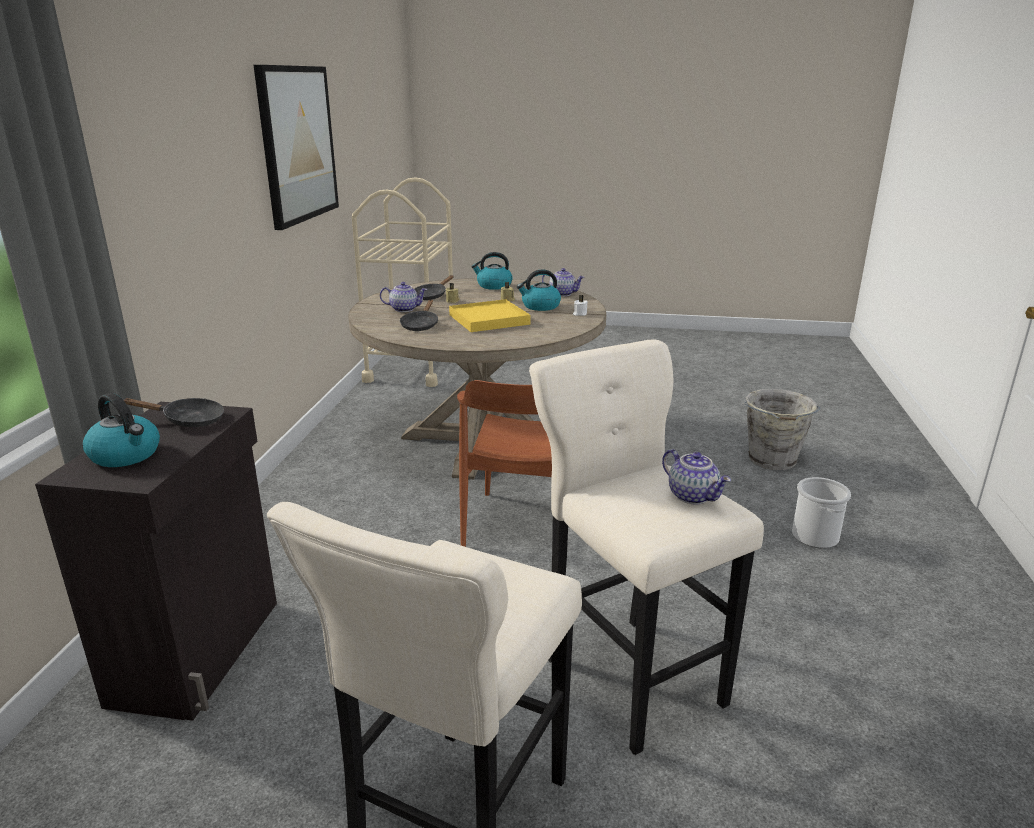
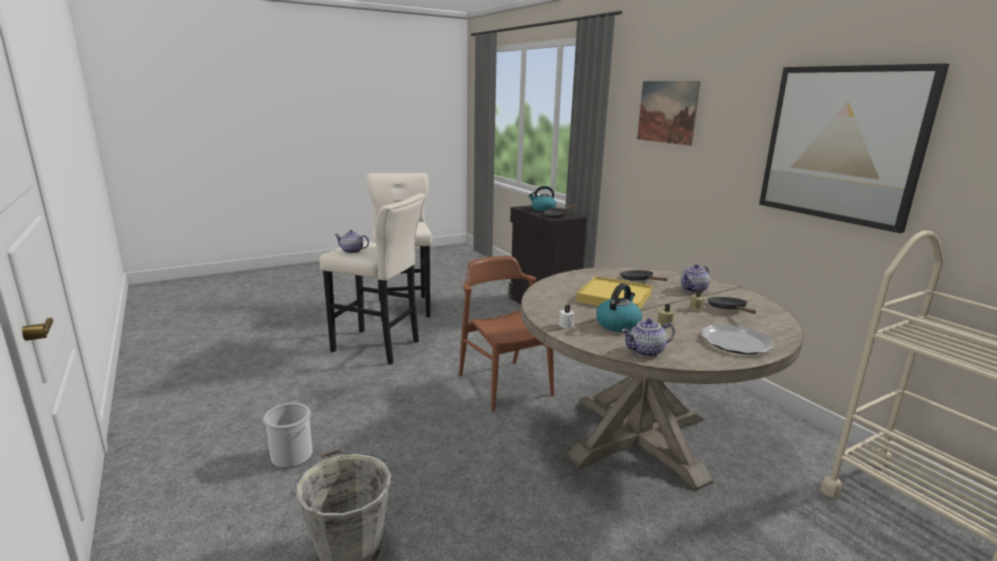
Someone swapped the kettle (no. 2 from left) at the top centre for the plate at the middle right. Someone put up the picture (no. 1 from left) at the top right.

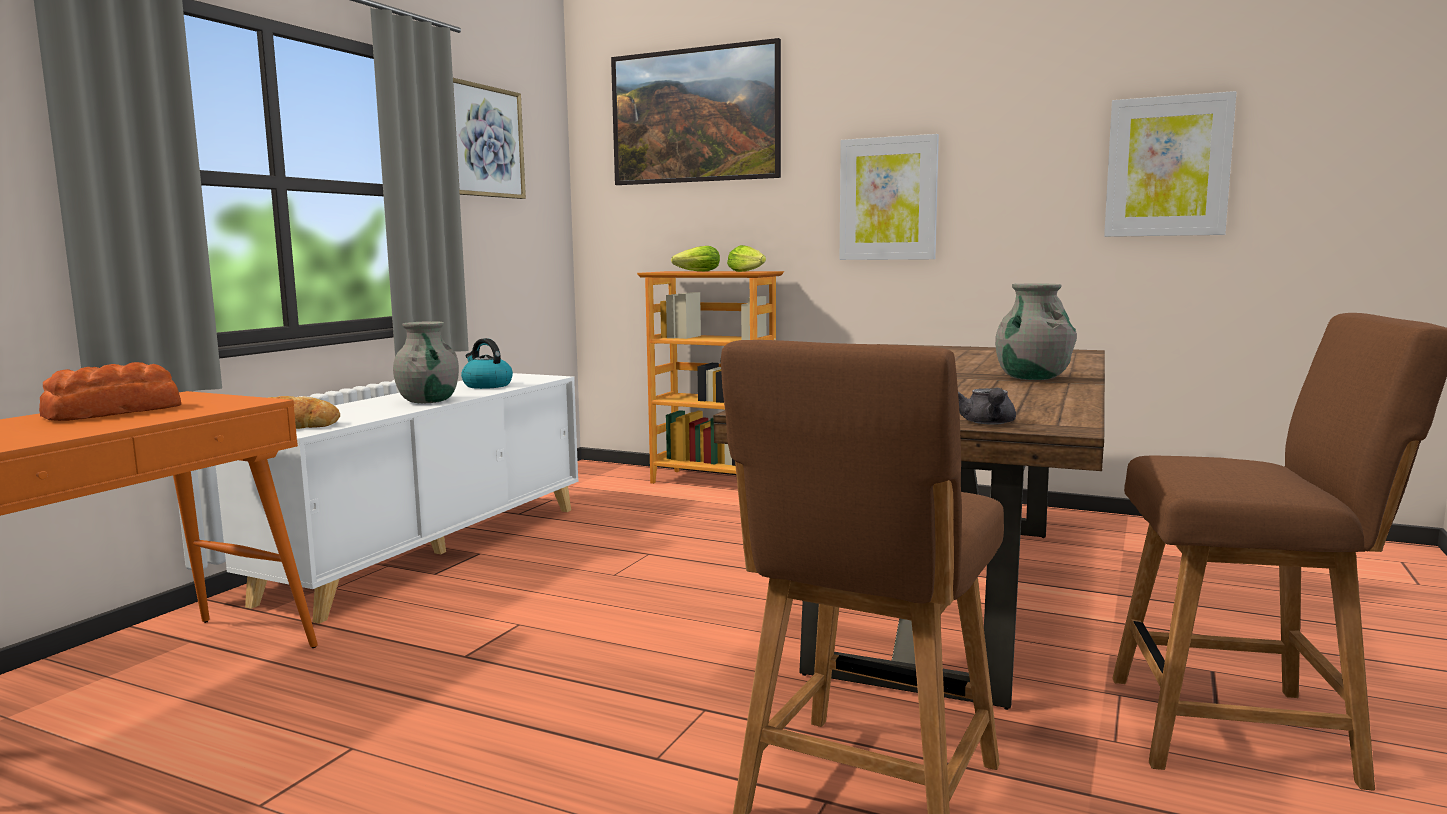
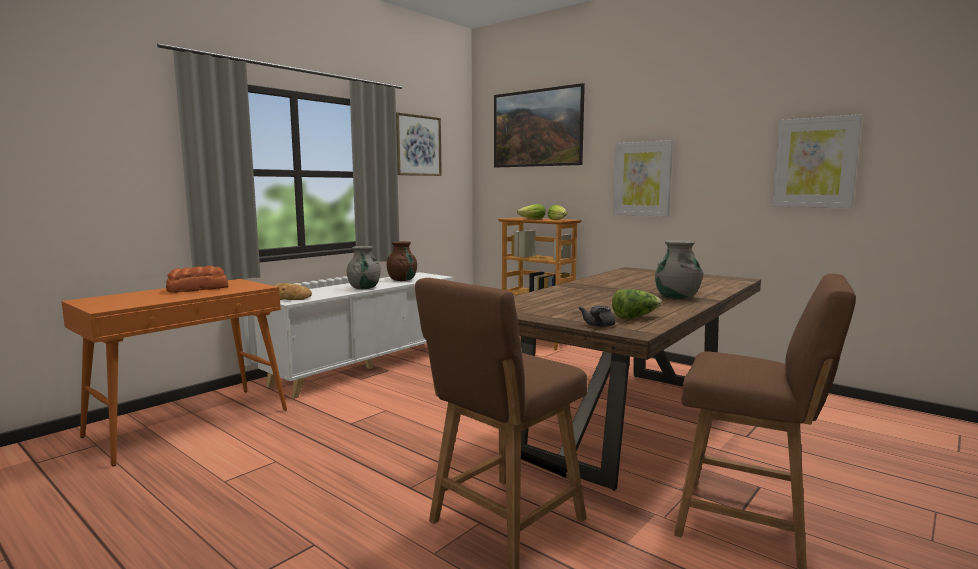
Someone swapped the kettle at the centre for the brown vase at the centre. Someone put down the lettuce (no. 3 from left) at the centre.

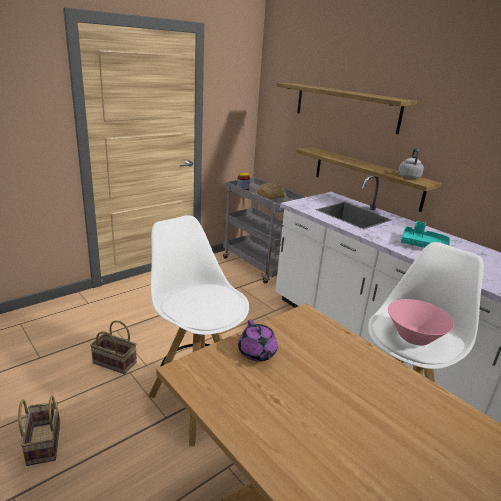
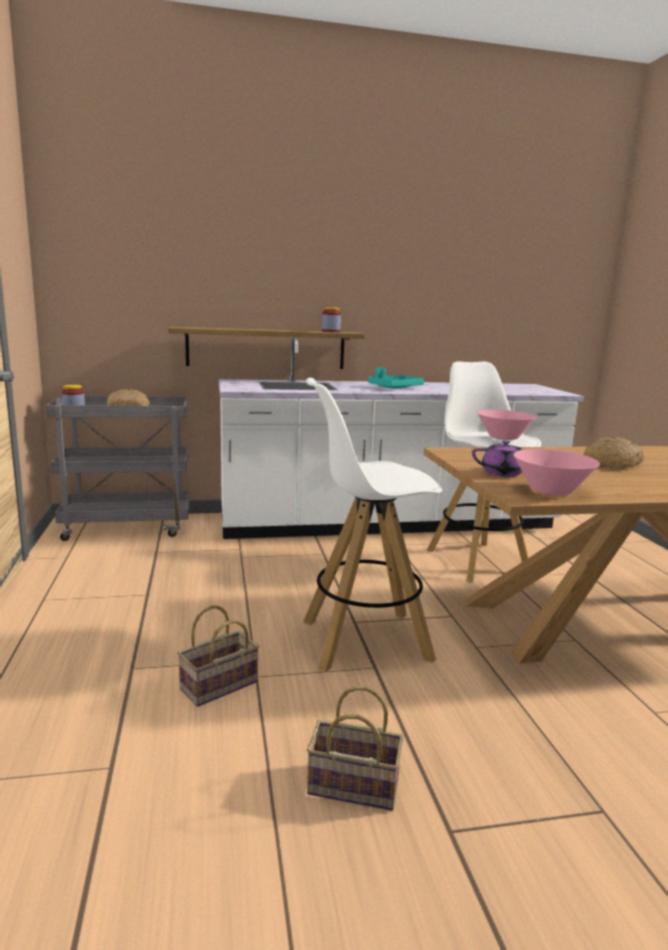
Someone took away the shelf (no. 1 from left) at the top right. Someone swapped the grey kettle at the top right for the jar (no. 2 from left) at the centre. Someone put down the bread (no. 2 from left) at the middle right. Someone put down the pink bowl (no. 2 from left) at the middle right.

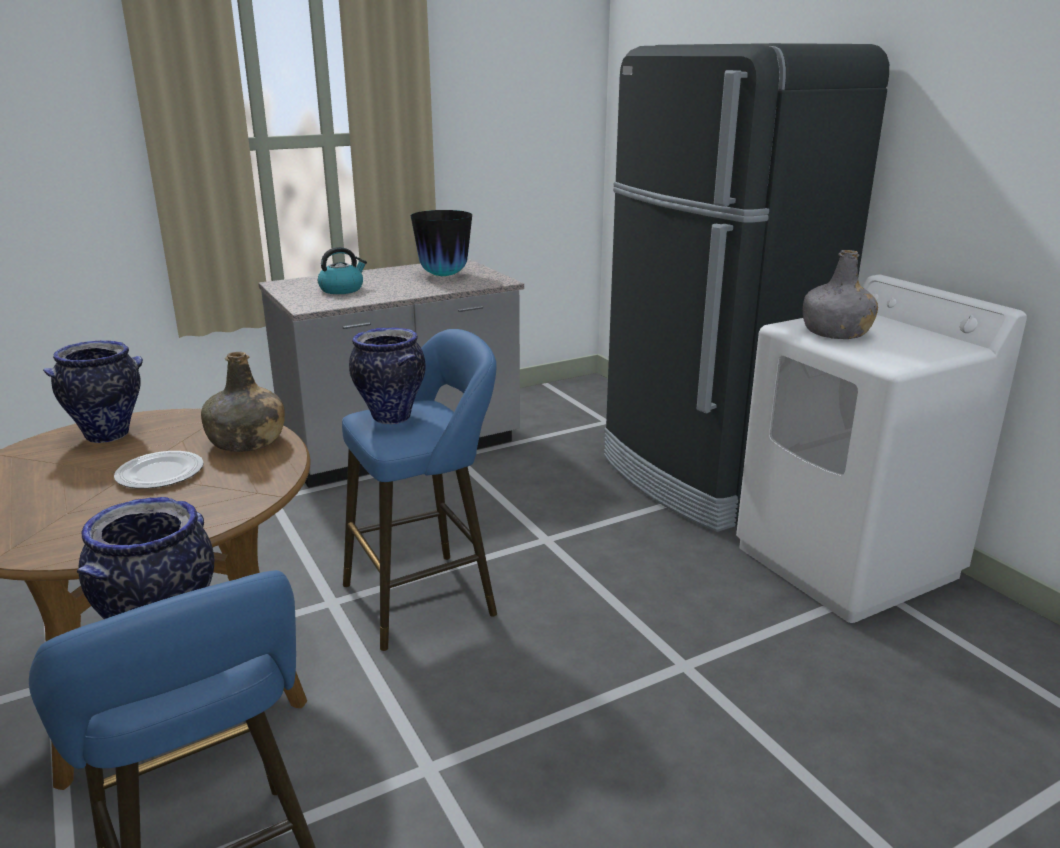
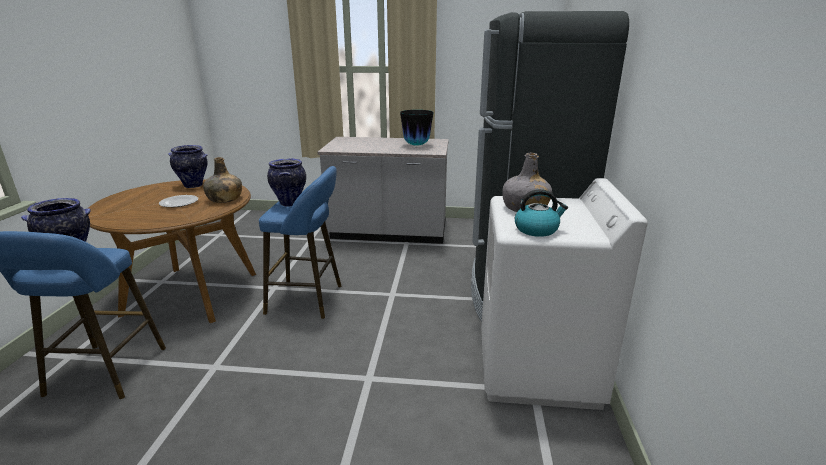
Someone carried the kettle from the top left to the centre.

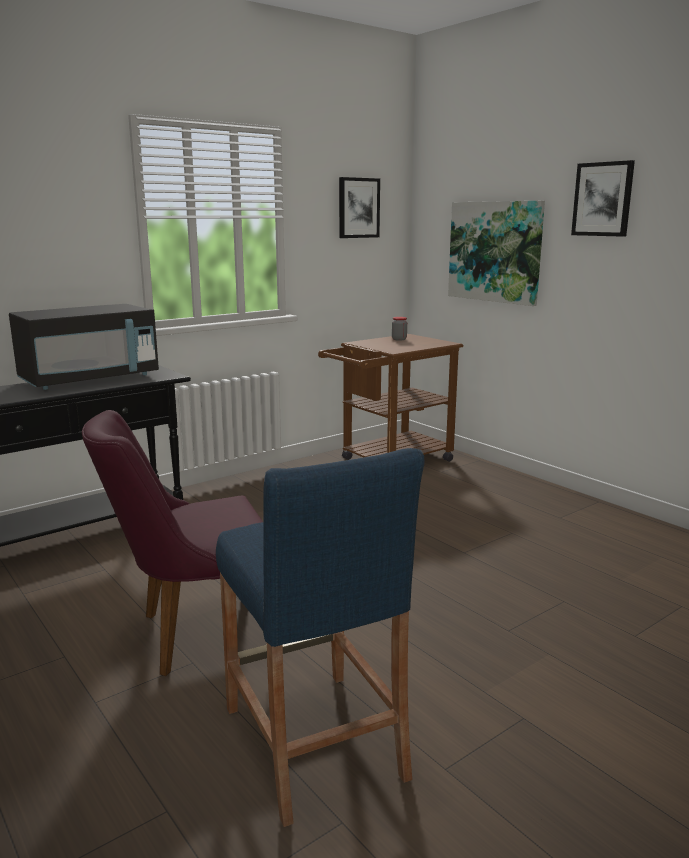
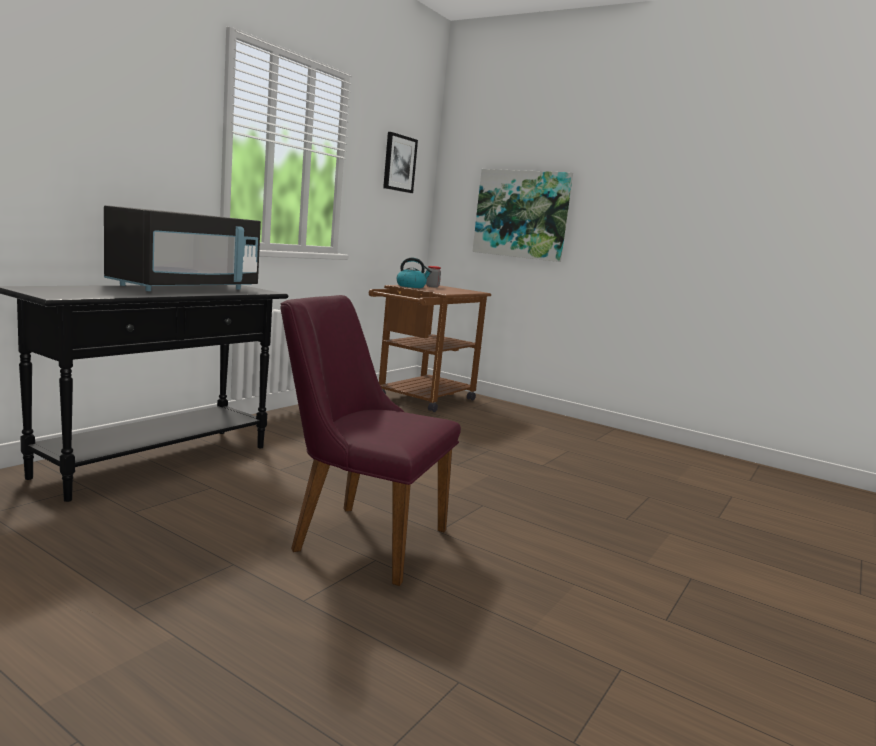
Someone took away the picture (no. 3 from left) at the top right. Someone rotated the purple chair at the middle left by 60 degrees clockwise. Someone took away the blue stool at the bottom centre. Someone put down the kettle at the centre.

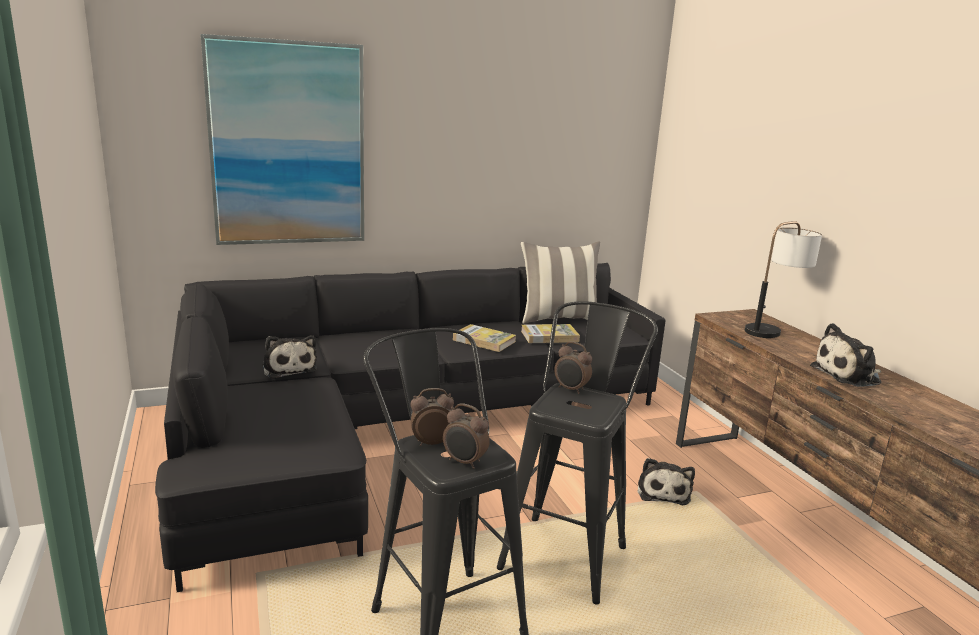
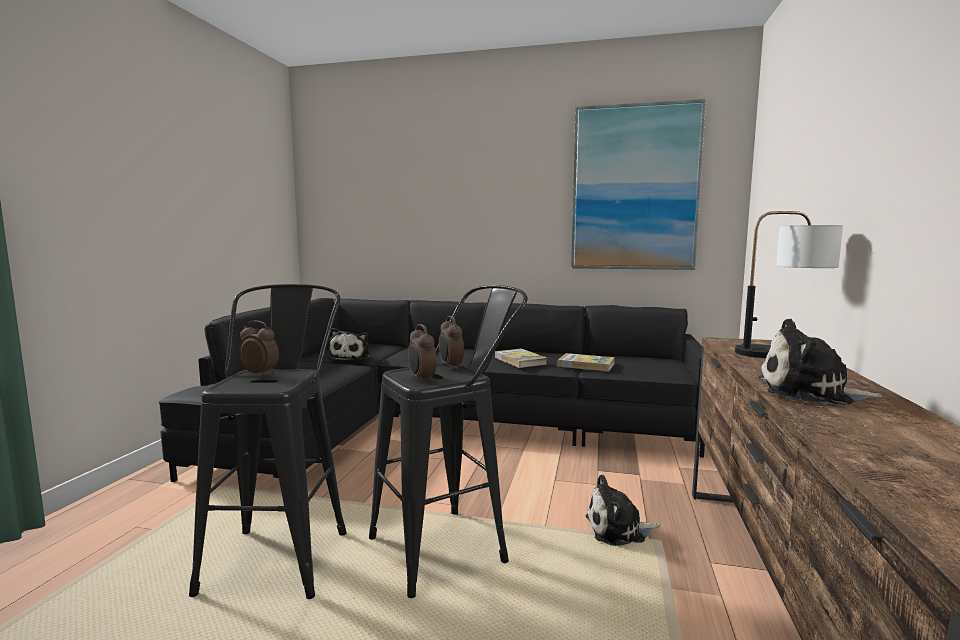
Someone carried the picture from the top left to the top centre. Someone took away the pillow at the centre. Someone carried the alarm clock (no. 2 from left) from the bottom centre to the centre. Someone rotated the plush toy (no. 2 from left) at the bottom right by 45 degrees clockwise.

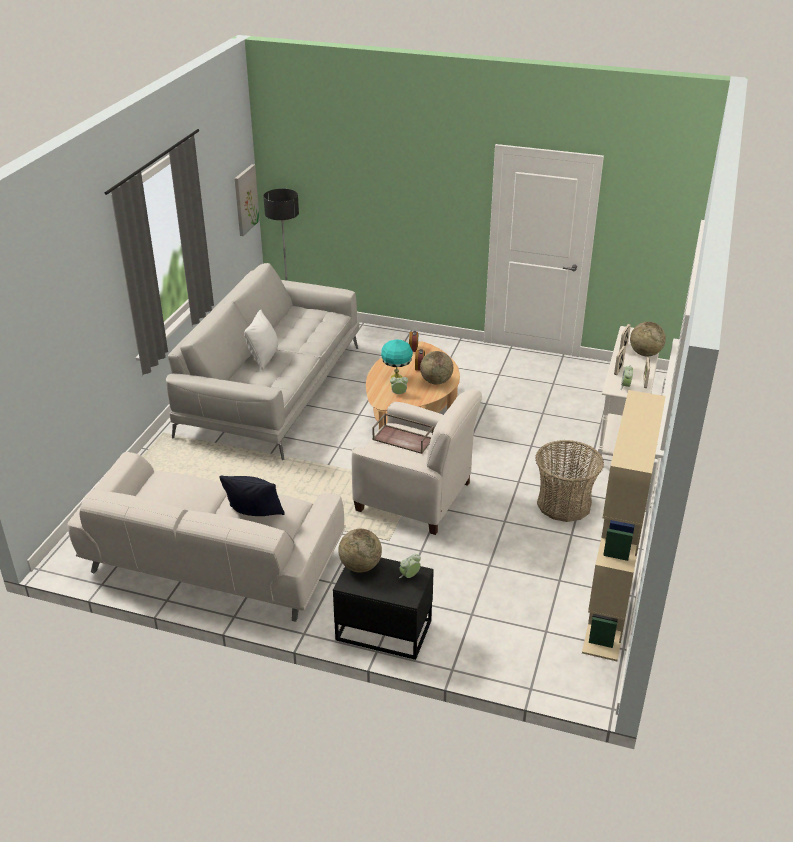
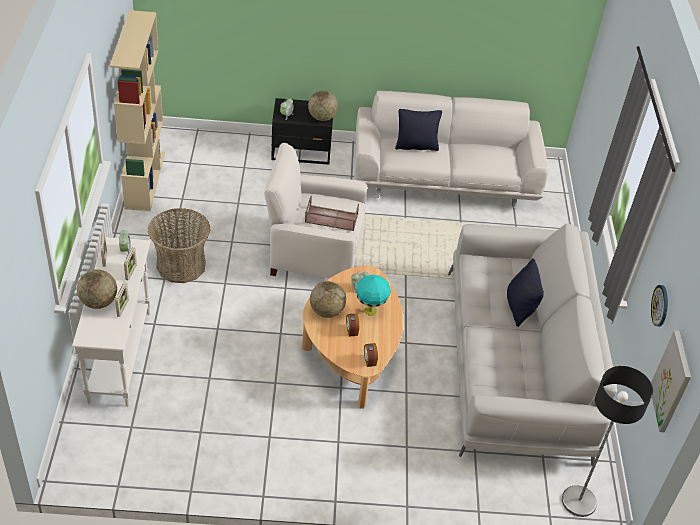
Someone repainted the white pillow at the middle left, which became the black pillow (no. 2 from left) at the middle right. Someone put up the wall clock at the middle right.

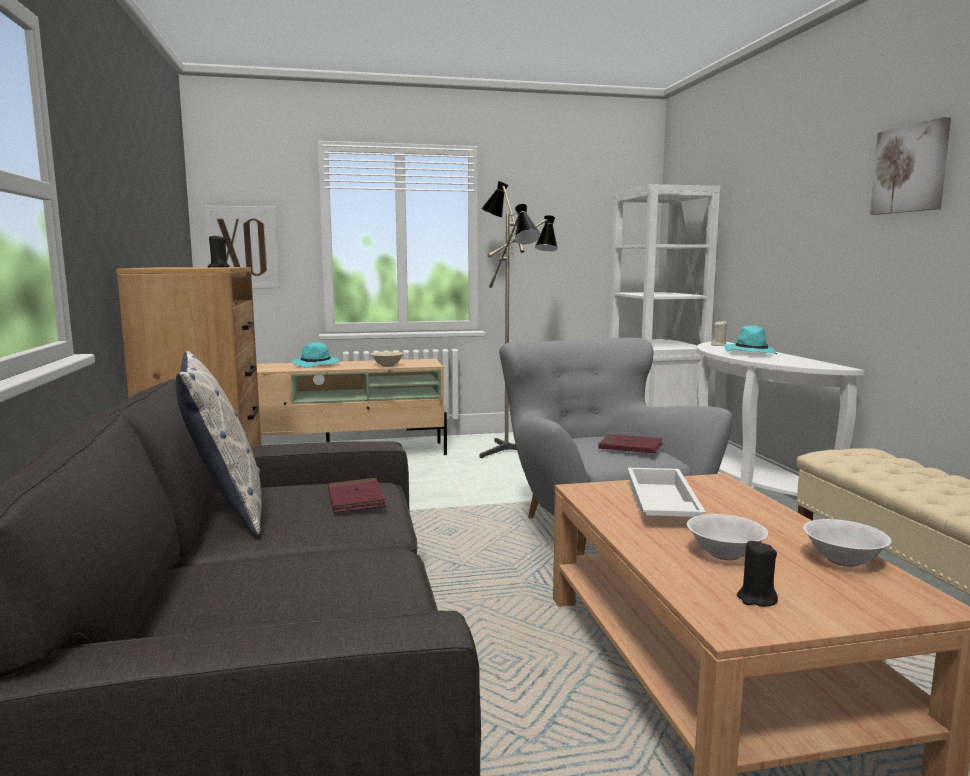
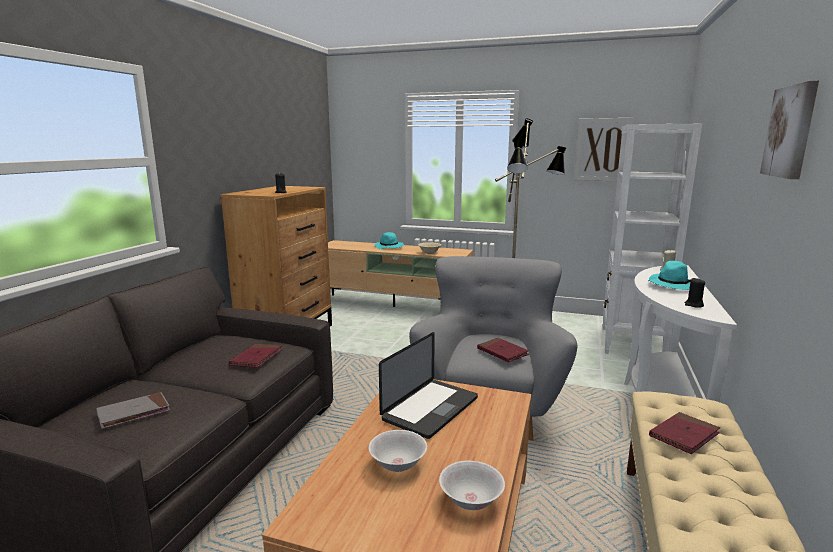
Someone carried the picture (no. 1 from left) from the top left to the top right. Someone took away the pillow at the middle left. Someone swapped the white tray at the middle right for the laptop at the bottom centre. Someone carried the black candle (no. 2 from left) from the bottom right to the middle right. Someone put down the grey book at the bottom left. Someone put down the red book (no. 3 from left) at the bottom right.

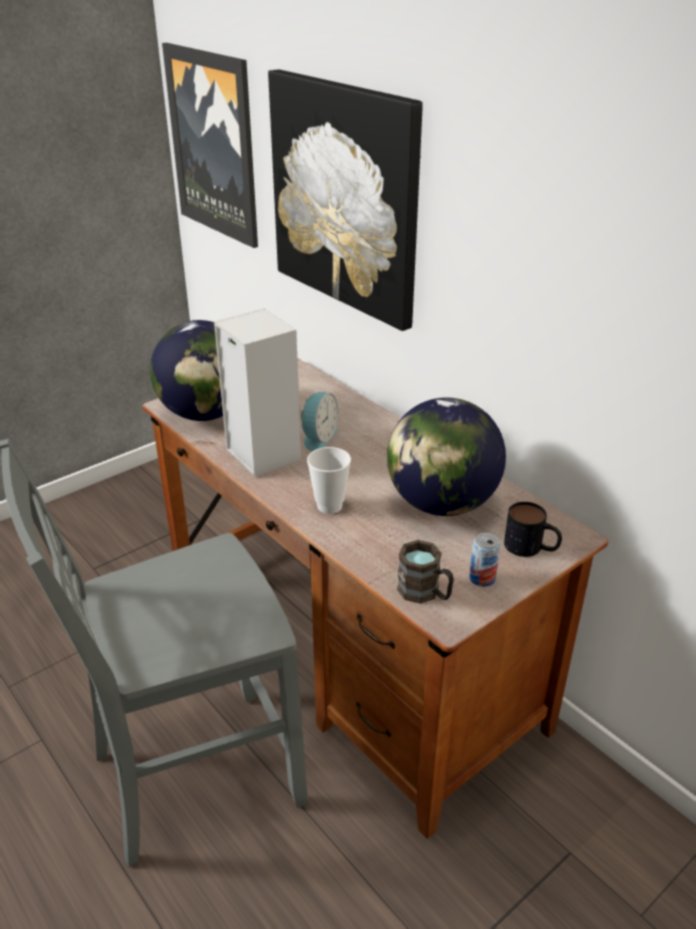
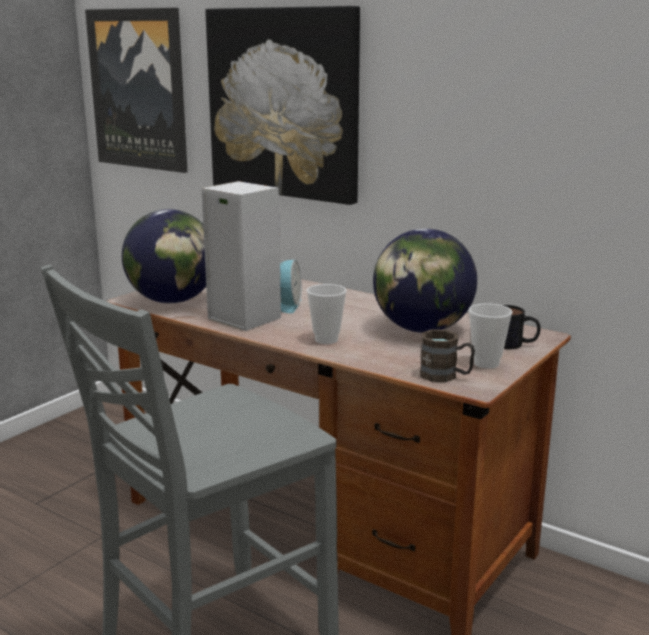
Someone swapped the can at the middle right for the cup (no. 2 from left) at the middle right.

